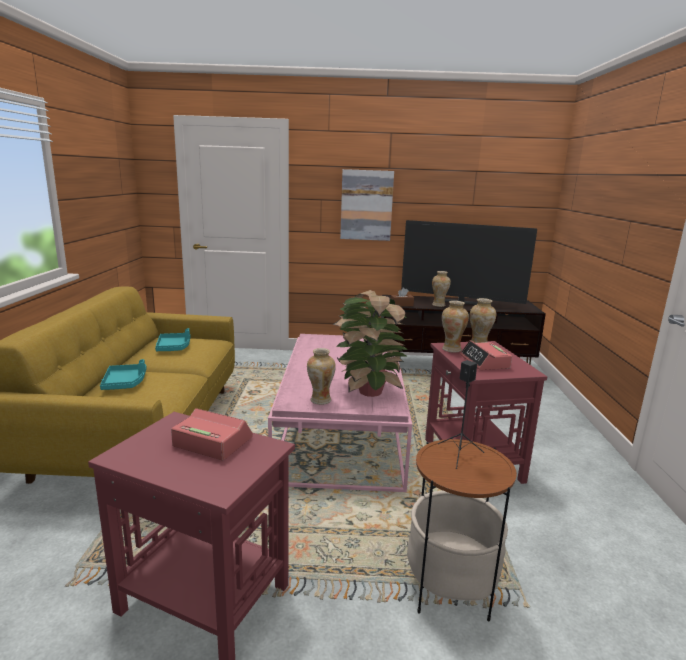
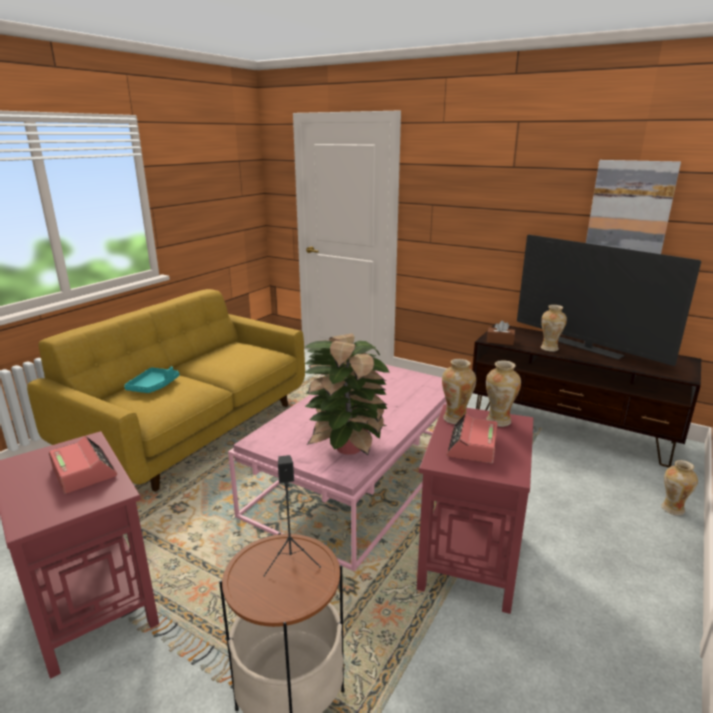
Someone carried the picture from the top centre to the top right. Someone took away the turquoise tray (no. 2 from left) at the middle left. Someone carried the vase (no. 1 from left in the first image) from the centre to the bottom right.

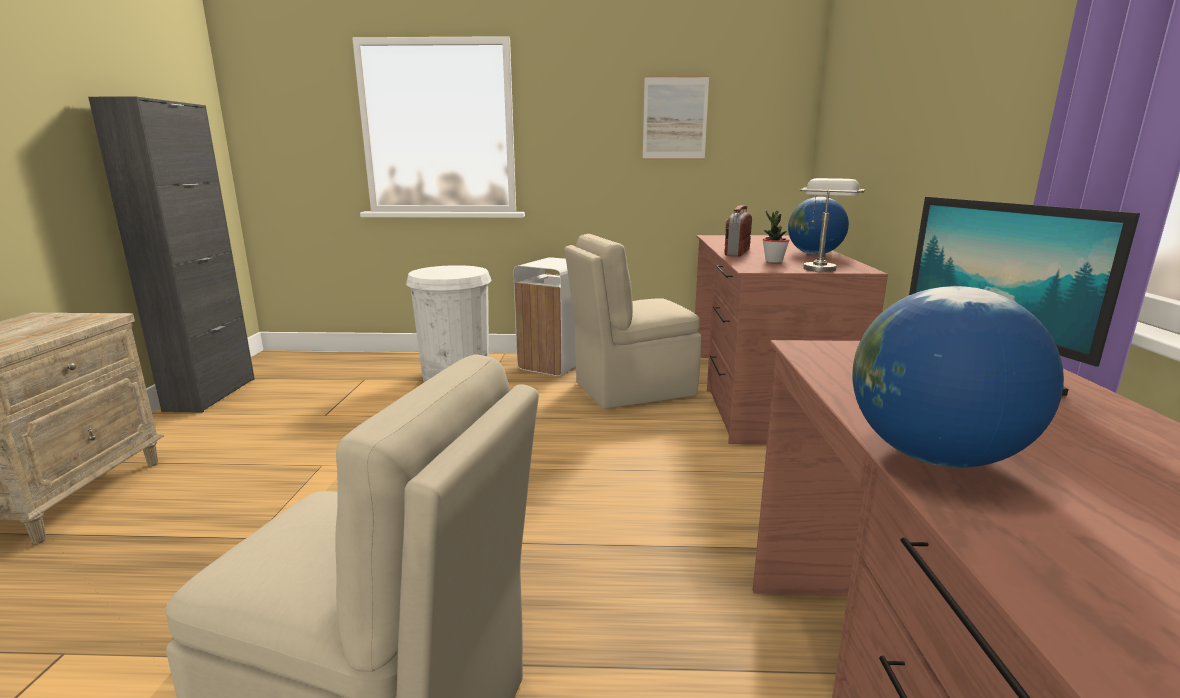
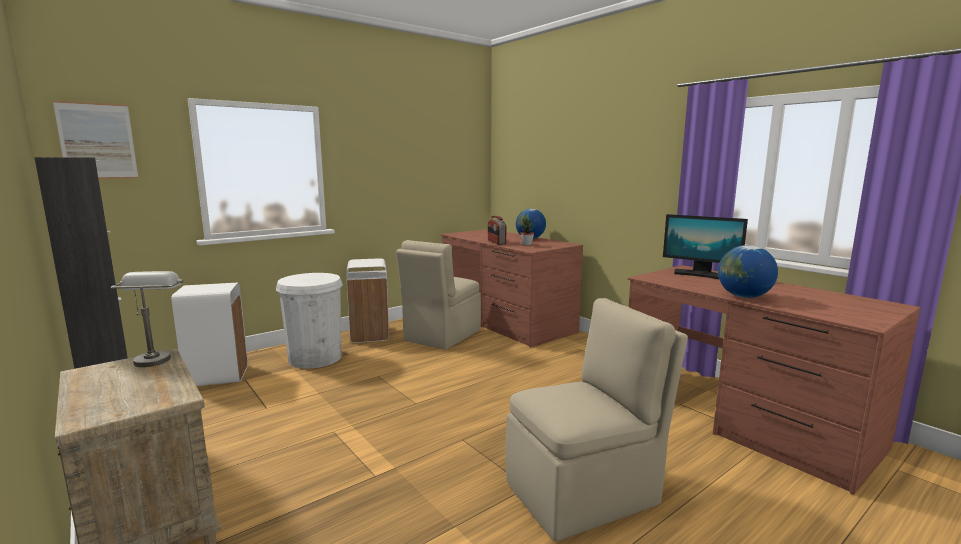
Someone carried the picture from the top centre to the top left. Someone carried the grey table lamp from the top right to the middle left. Someone put down the white trash can (no. 1 from left) at the middle left.

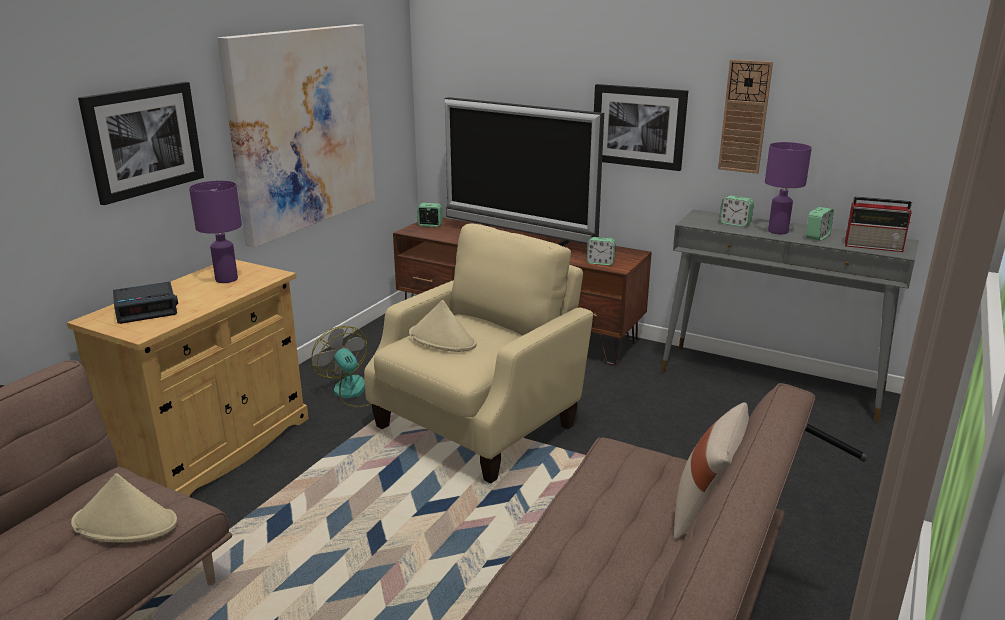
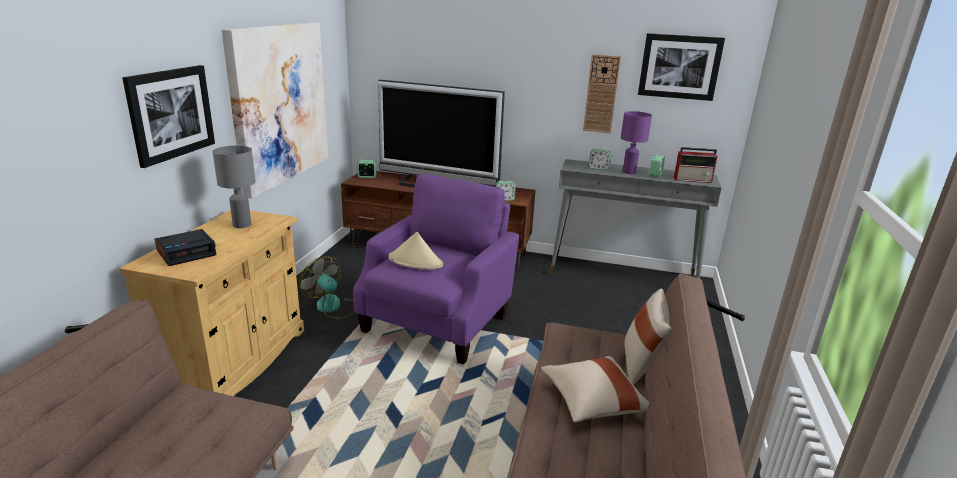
Someone carried the picture (no. 3 from left) from the top centre to the top right. Someone repainted the purple table lamp (no. 1 from left) at the middle left, which became the grey table lamp at the middle left. Someone repainted the beige armchair at the centre, which became the purple armchair at the centre. Someone took away the beige hat (no. 1 from left) at the bottom left. Someone put down the beige pillow (no. 1 from left) at the bottom centre.

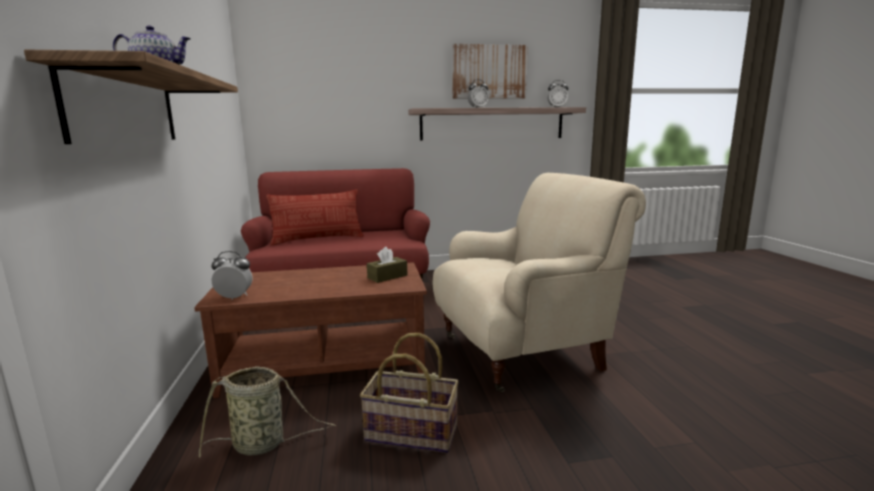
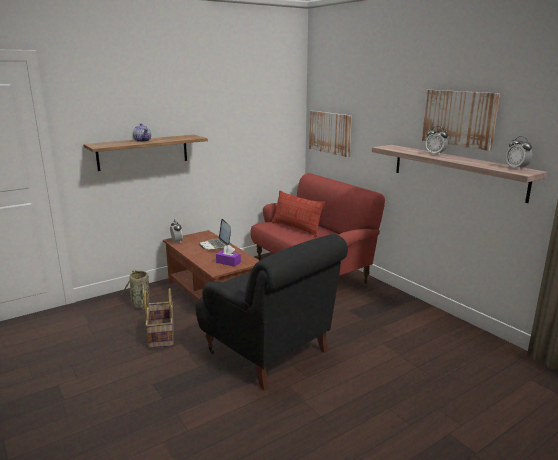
Someone repainted the beige armchair at the centre, which became the black armchair at the bottom centre. Someone repainted the brown tissue box at the centre, which became the purple tissue box at the centre. Someone put up the picture (no. 1 from left) at the top centre. Someone put down the laptop at the centre.

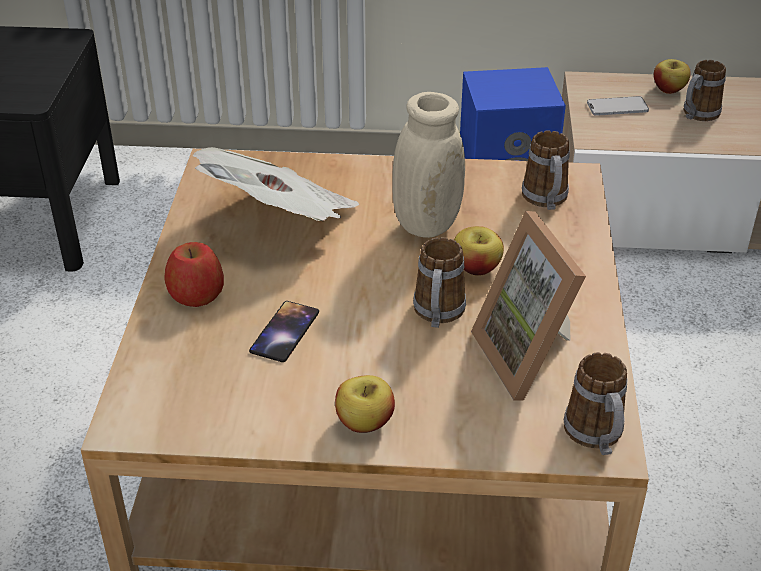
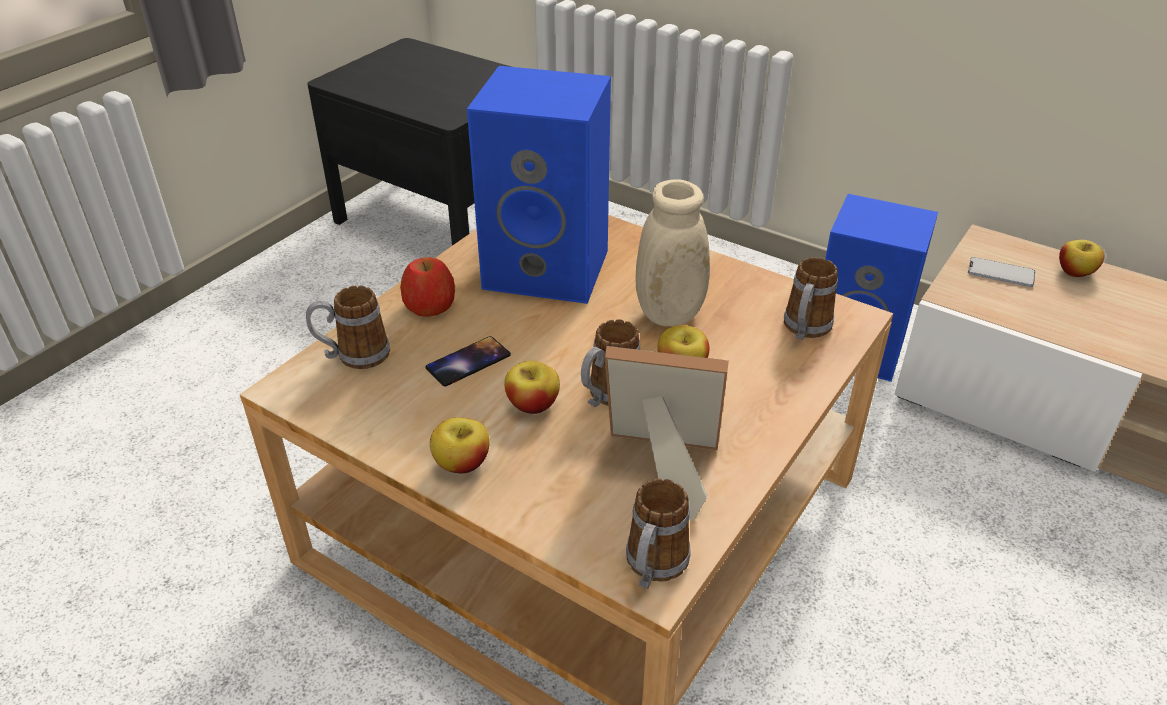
Someone carried the mug (no. 4 from left in the first image) from the top right to the middle left. Someone swapped the newspaper at the top centre for the blue speaker (no. 1 from left) at the top centre. Someone rotated the picture frame at the middle right by 90 degrees clockwise. Someone put down the apple (no. 3 from left) at the centre.

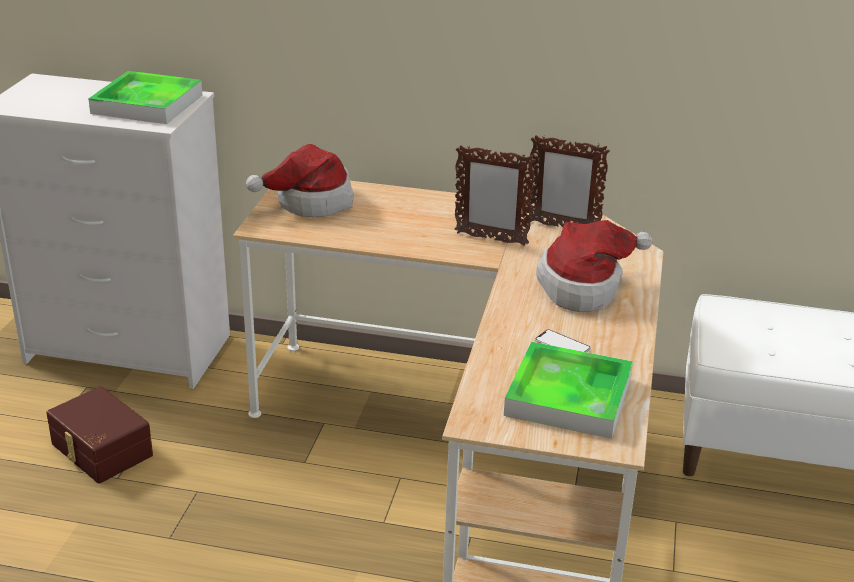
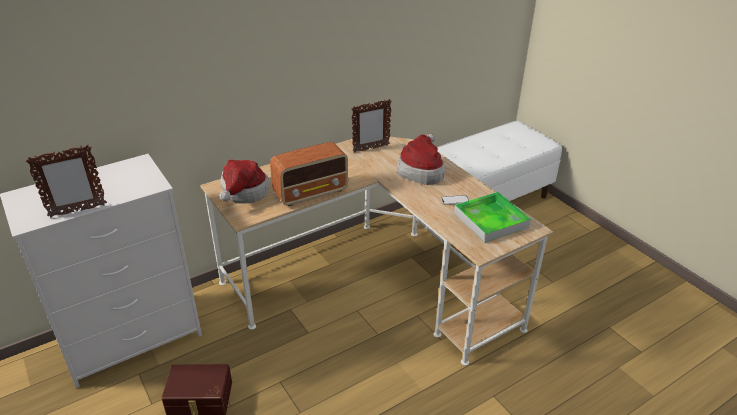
Someone took away the tray (no. 1 from left) at the top left. Someone carried the picture frame (no. 1 from left) from the centre to the middle left. Someone put down the radio at the centre.

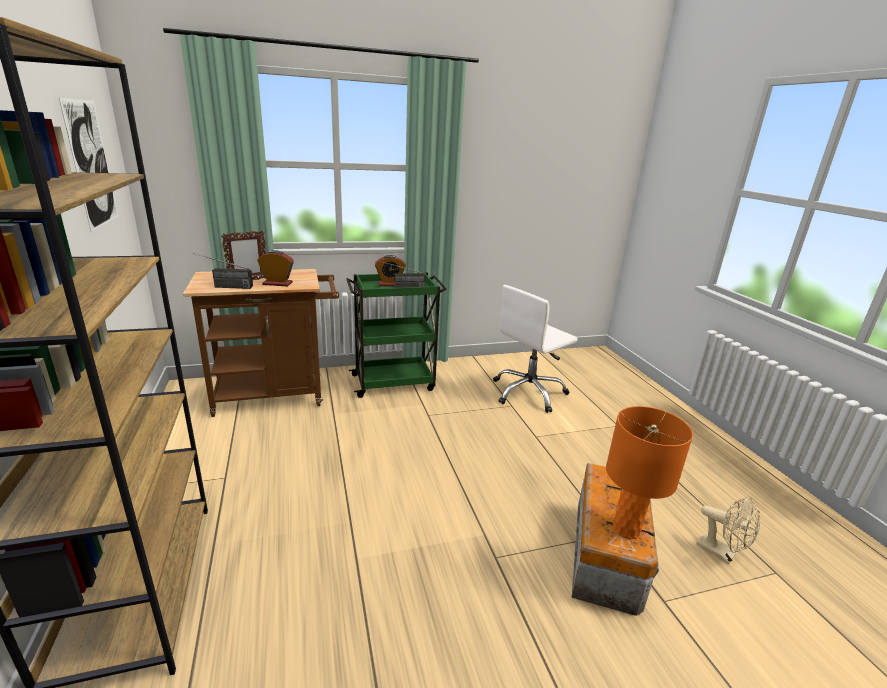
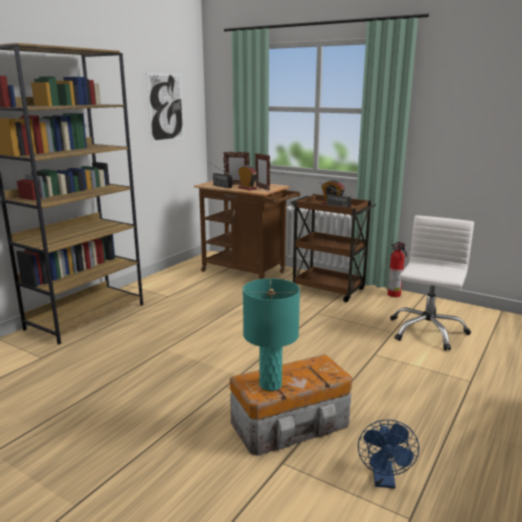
Someone repainted the green cart at the centre, which became the brown cart (no. 2 from left) at the centre. Someone rotated the white office chair at the centre by 105 degrees clockwise. Someone repainted the orange table lamp at the bottom right, which became the turquoise table lamp at the centre. Someone repainted the beige fan at the bottom right, which became the blue fan at the bottom right. Someone put down the picture frame (no. 2 from left) at the top centre. Someone put down the fire extinguisher at the middle right.

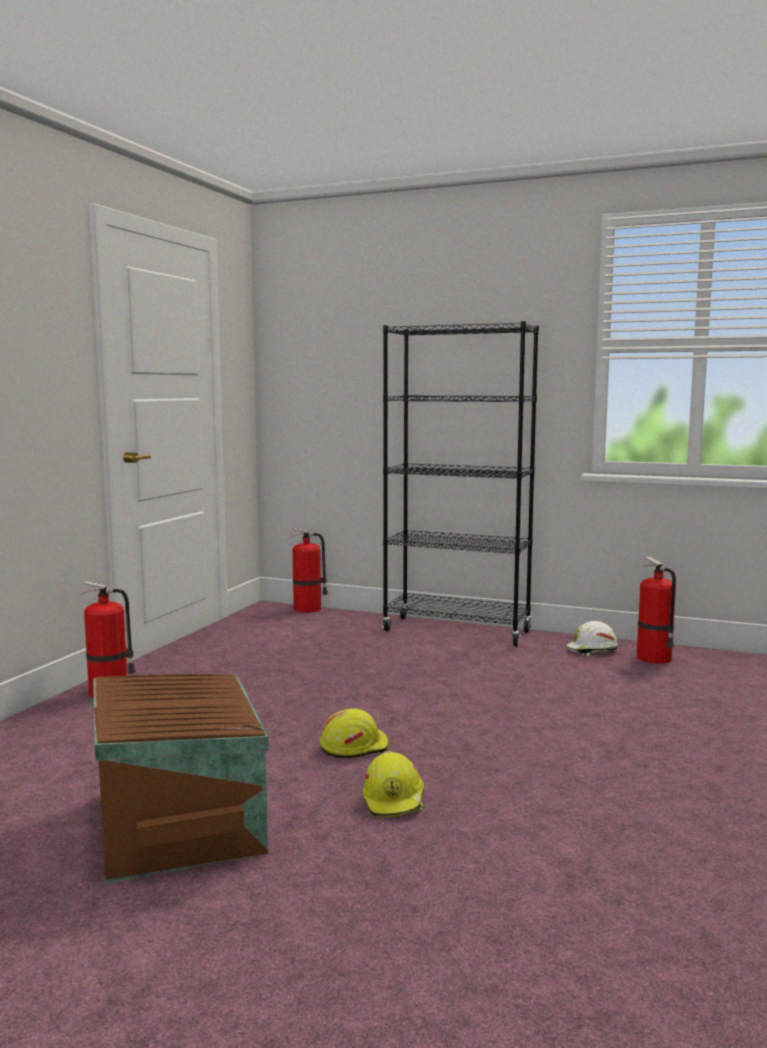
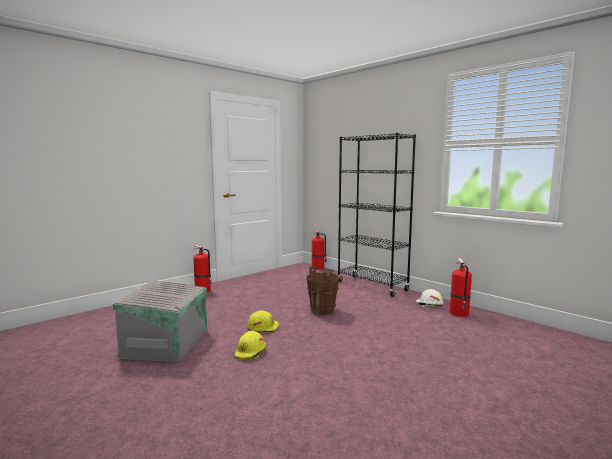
Someone repainted the brown storage box at the bottom left, which became the grey storage box at the bottom left. Someone put down the brown bucket at the centre.

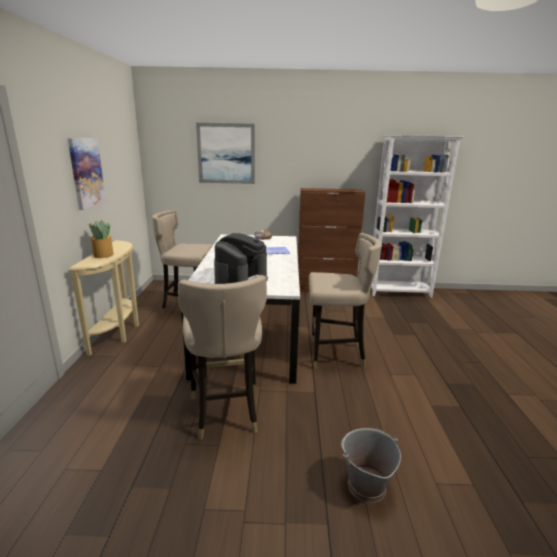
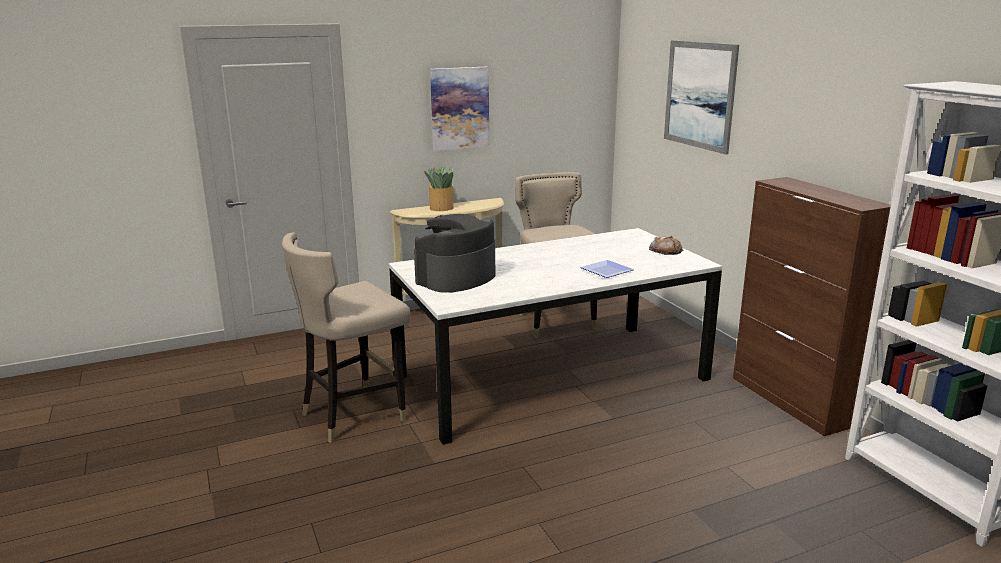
Someone rotated the coffee machine at the centre by 135 degrees clockwise. Someone took away the beige stool (no. 3 from left) at the centre. Someone took away the grey bucket at the bottom centre.

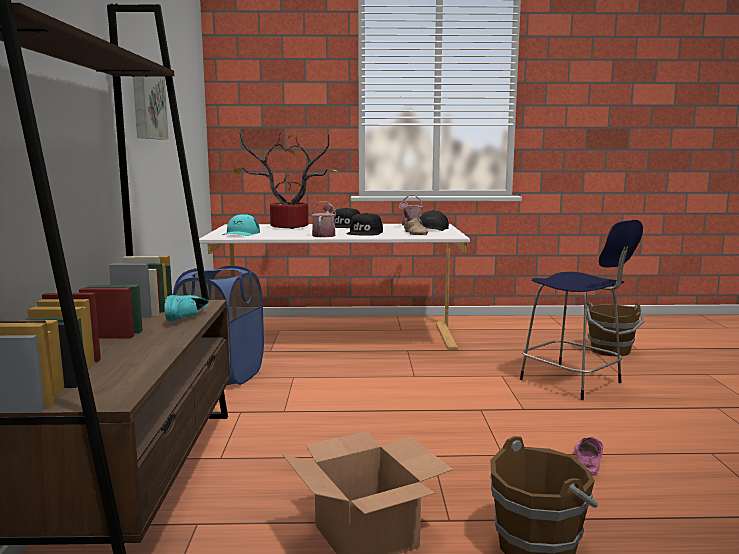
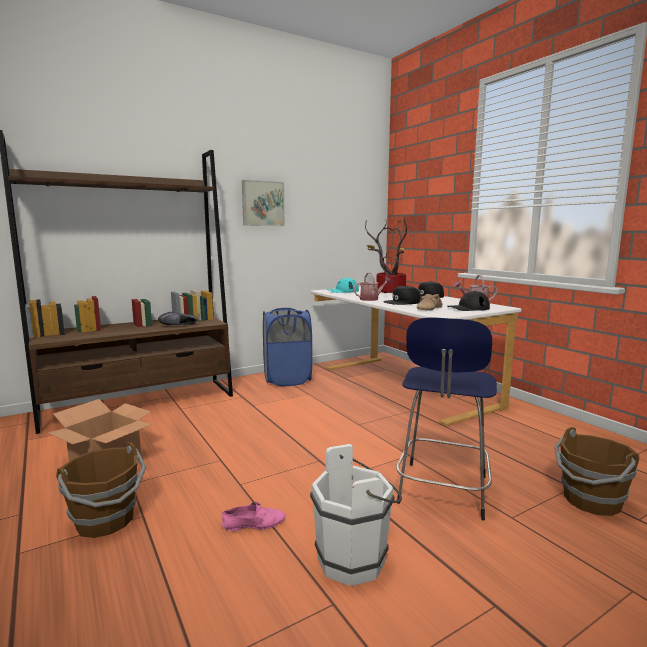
Someone repainted the turquoise shoe at the middle left, which became the black shoe at the middle left. Someone put down the white bucket at the bottom centre.

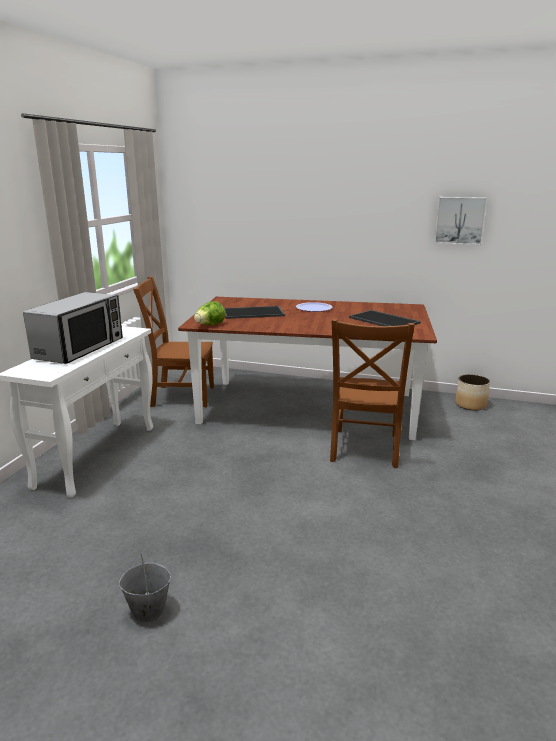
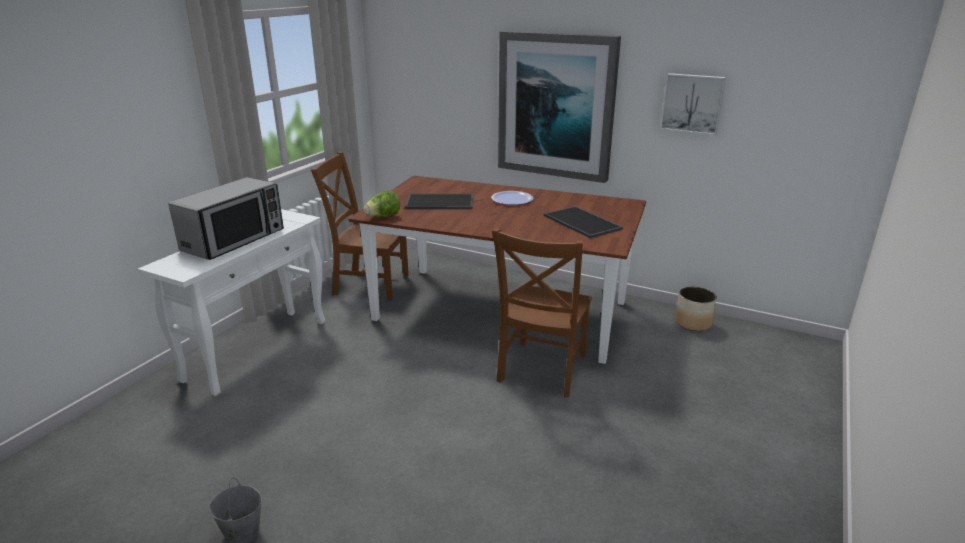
Someone put up the picture (no. 1 from left) at the top centre.

